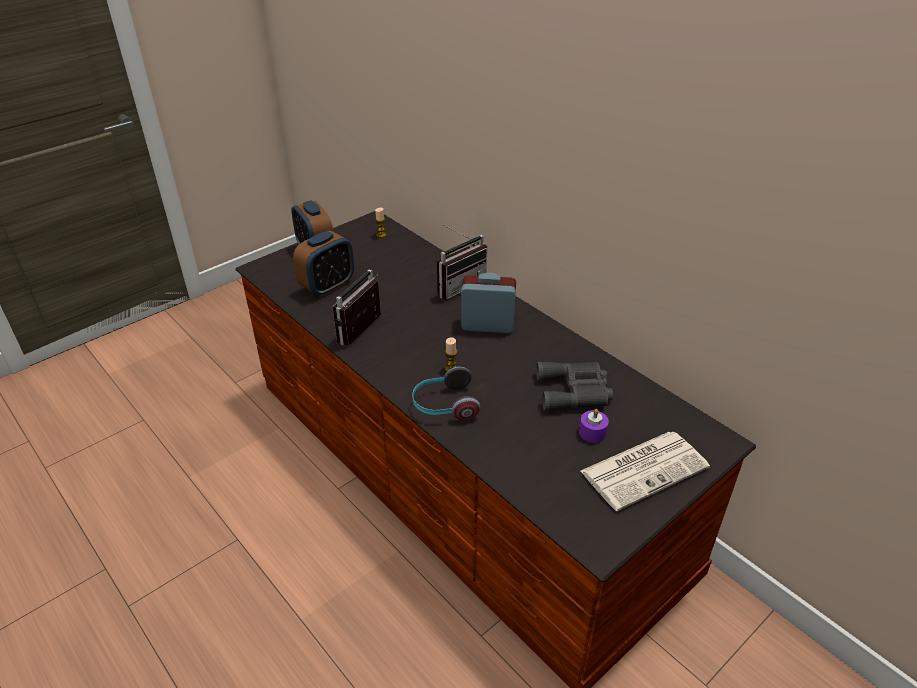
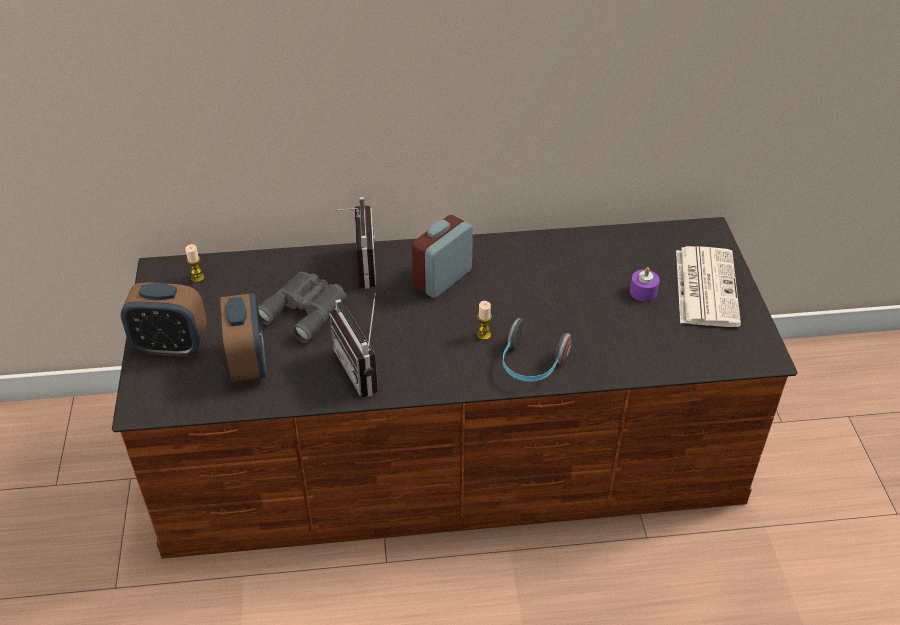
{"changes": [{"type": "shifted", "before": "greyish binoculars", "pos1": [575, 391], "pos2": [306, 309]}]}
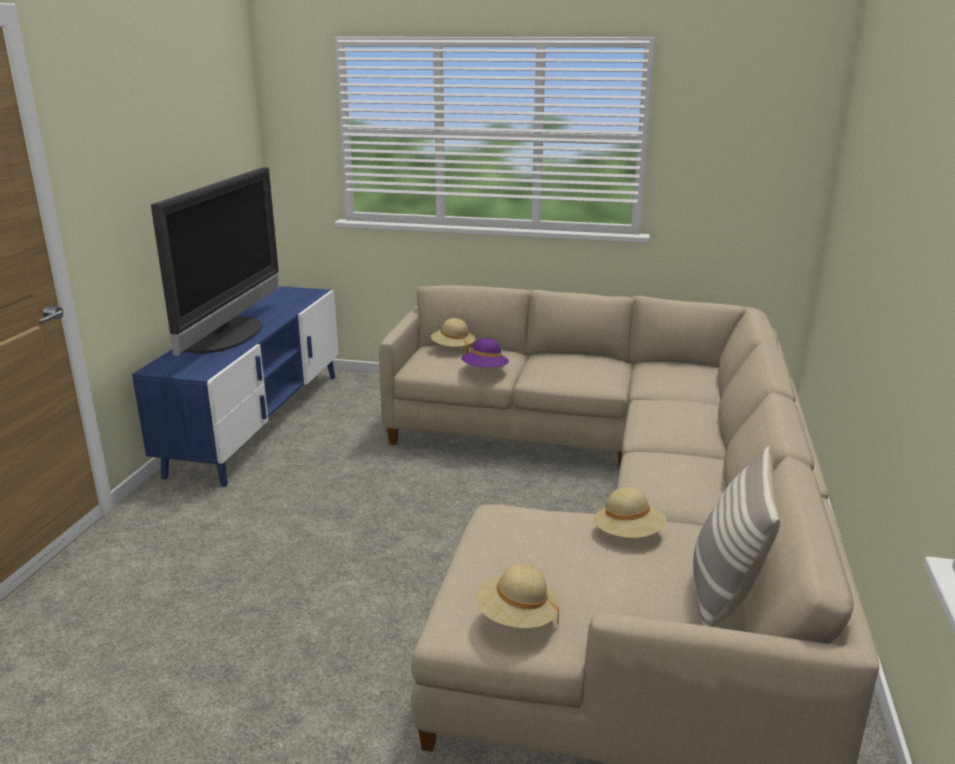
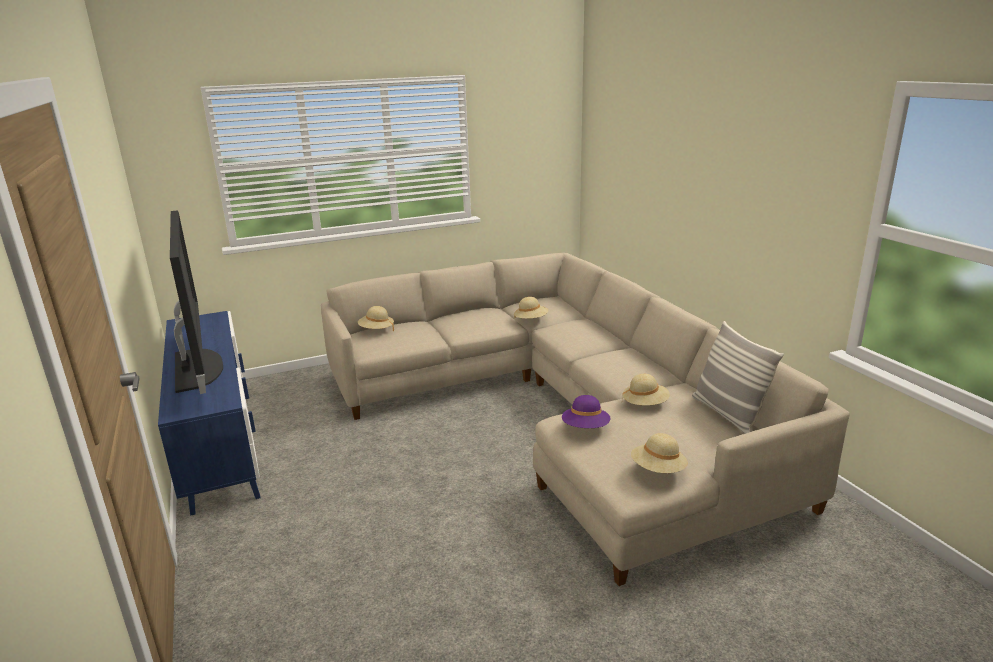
{"changes": [{"type": "new", "after": "sand-coloured wearable hat", "pos2": [531, 320]}, {"type": "shifted", "before": "purple wearable hat", "pos1": [485, 371], "pos2": [585, 428]}]}
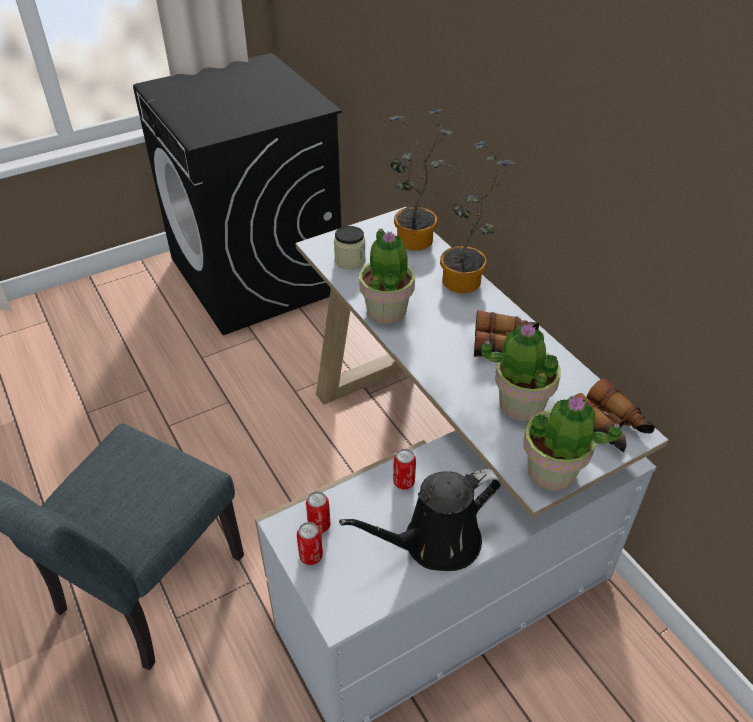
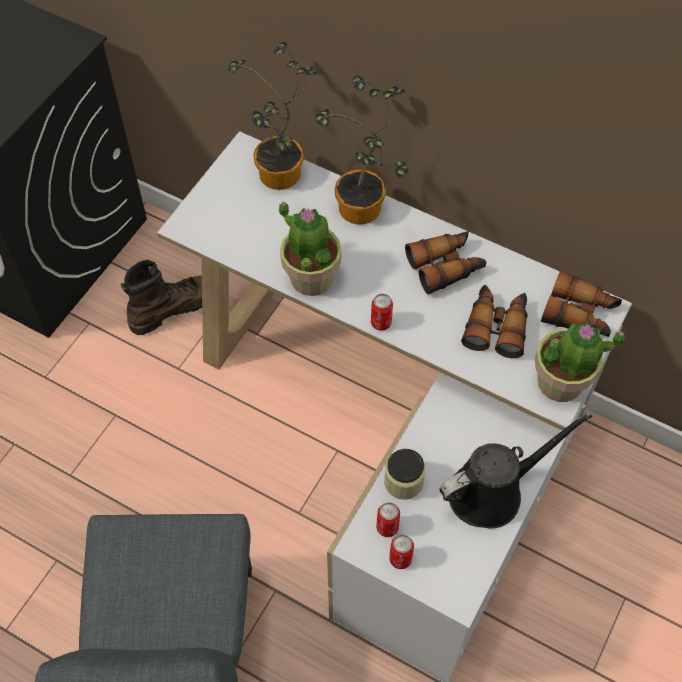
{"changes": [{"type": "new", "after": "brown-coloured high-top boot", "pos2": [173, 307]}, {"type": "shifted", "before": "metal can", "pos1": [404, 482], "pos2": [381, 323]}, {"type": "shifted", "before": "jar", "pos1": [350, 260], "pos2": [403, 482]}, {"type": "rotated", "before": "black watering can", "pos1": [434, 543], "pos2": [492, 491], "turn": -150}, {"type": "swapped", "before": "plant in a pot", "after": "binoculars", "pos1": [520, 404], "pos2": [496, 326]}]}
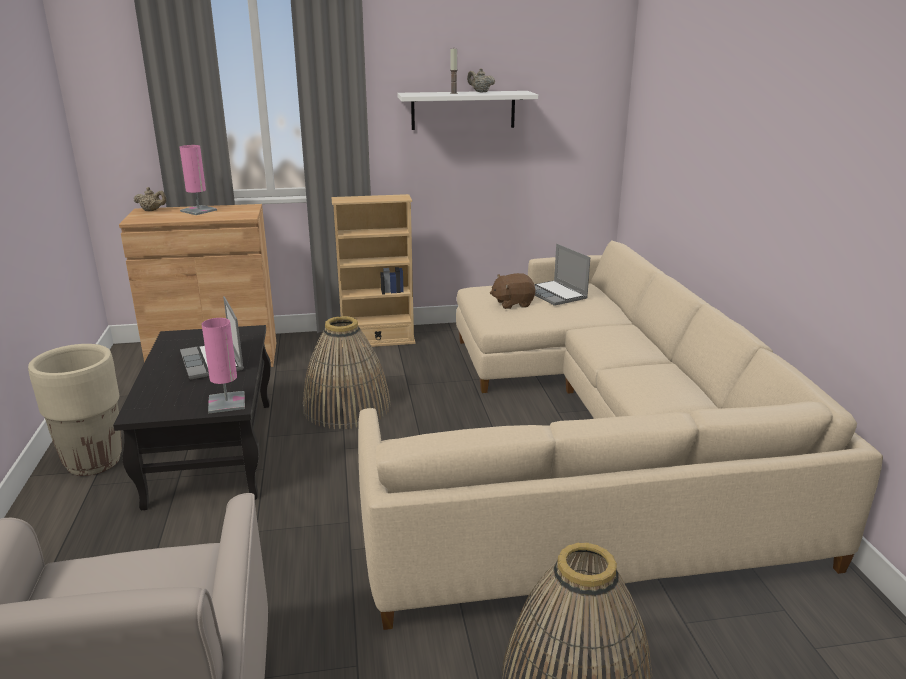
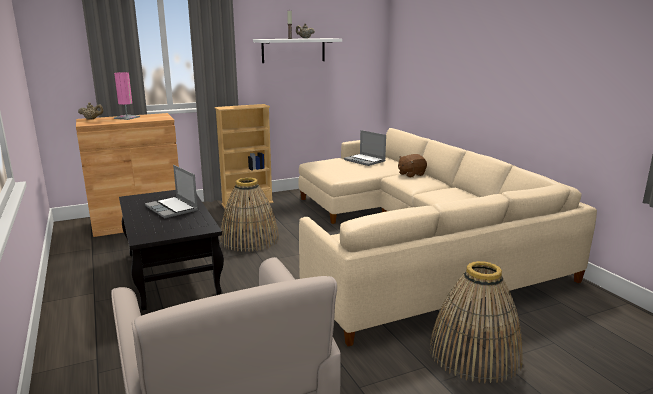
{"changes": [{"type": "shifted", "before": "brown-coloured cuddly toy", "pos1": [512, 303], "pos2": [411, 174]}, {"type": "gone", "before": "sand-coloured planter", "pos1": [94, 462]}, {"type": "gone", "before": "pink tabletop lamp", "pos1": [226, 403]}]}
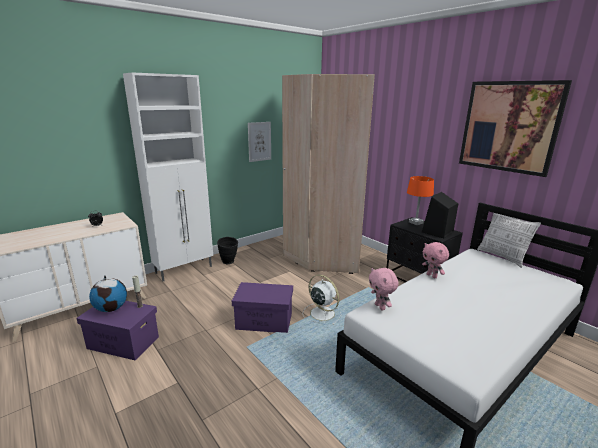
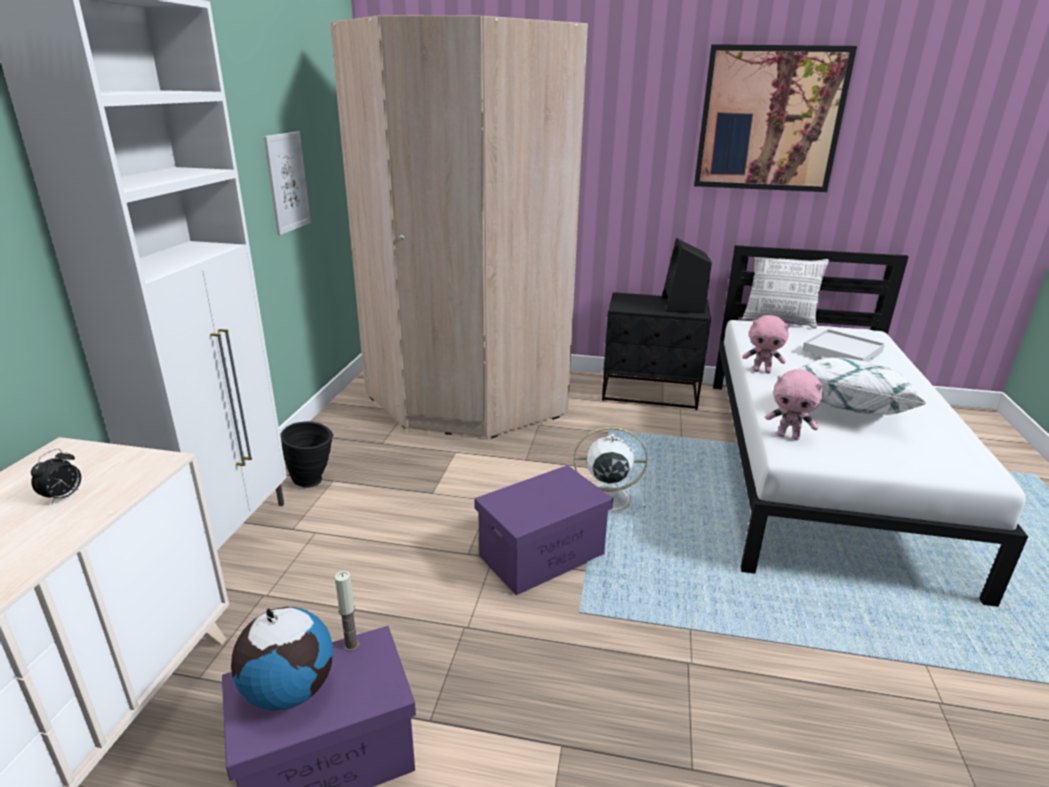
{"changes": [{"type": "new", "after": "white pillow", "pos2": [848, 409]}, {"type": "new", "after": "white serving tray", "pos2": [842, 351]}, {"type": "gone", "before": "orange-coloured tabletop lamp", "pos1": [416, 222]}]}
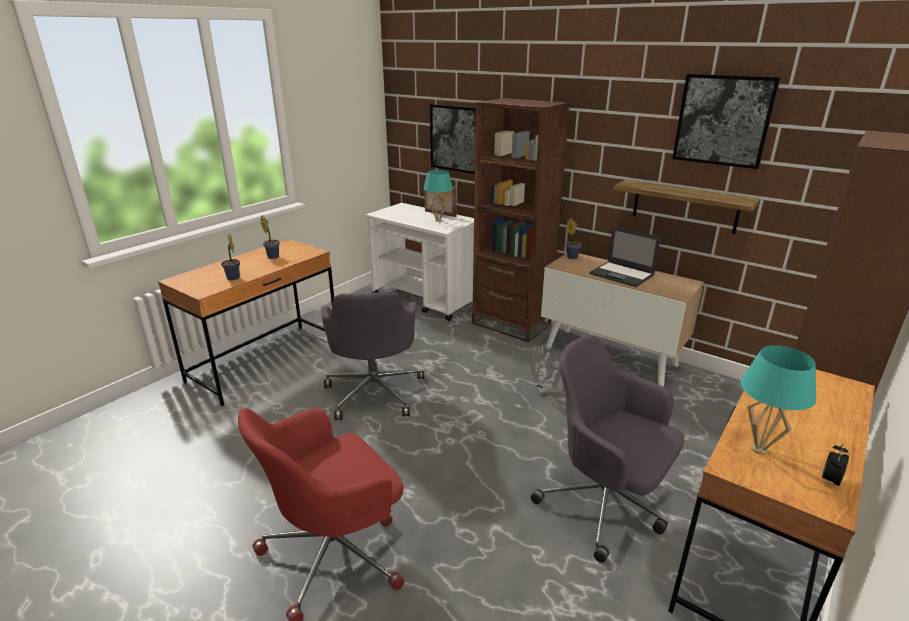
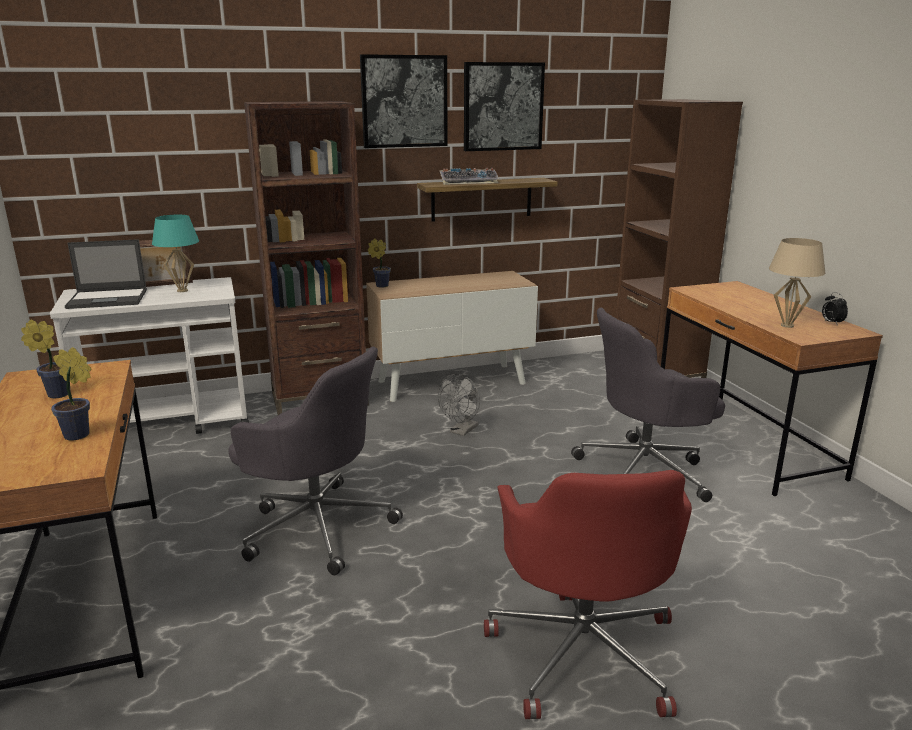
{"changes": [{"type": "shifted", "before": "laptop", "pos1": [622, 274], "pos2": [109, 299]}, {"type": "shifted", "before": "wall picture", "pos1": [457, 138], "pos2": [404, 101]}, {"type": "new", "after": "PC keyboard", "pos2": [469, 182]}, {"type": "repainted", "before": "turquoise tabletop lamp", "after": "sand-coloured tabletop lamp", "pos1": [759, 449], "pos2": [787, 325]}]}
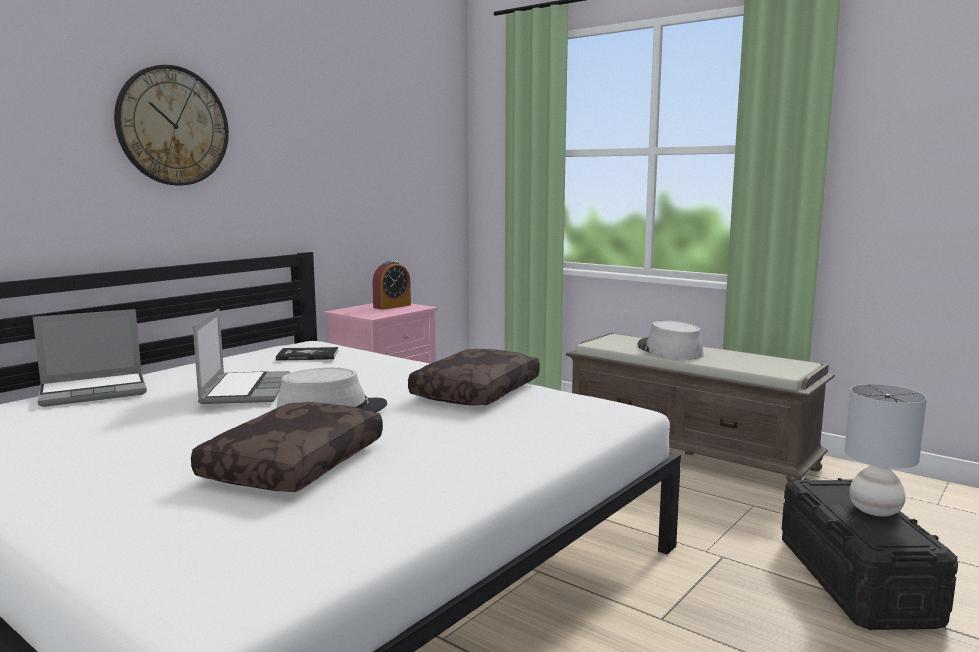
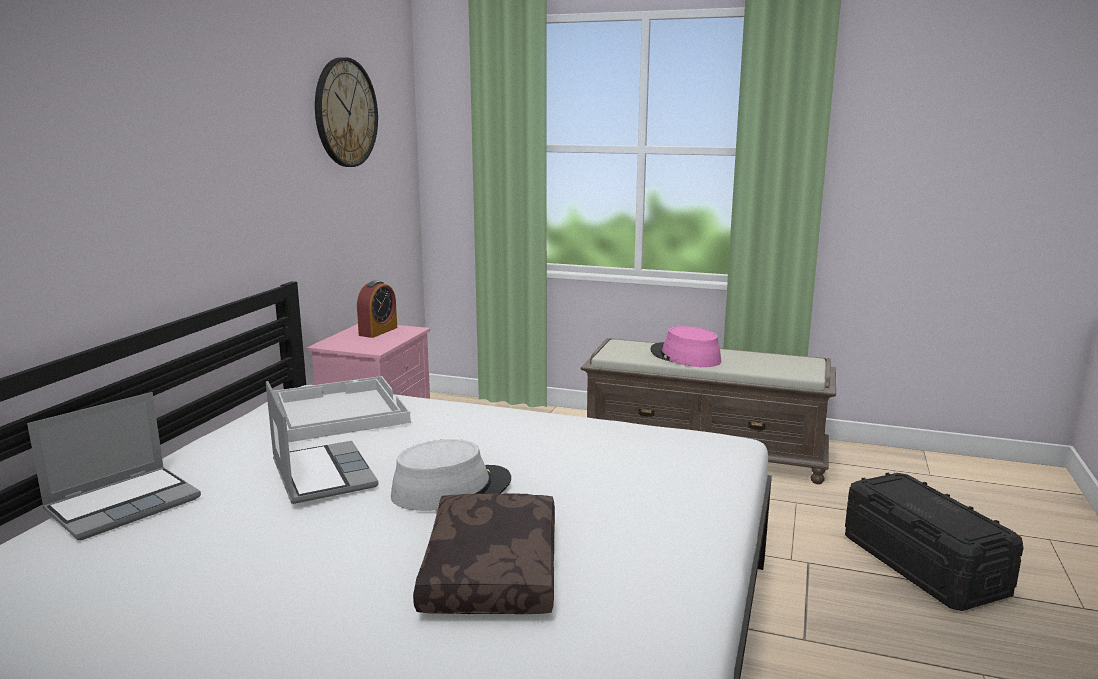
{"changes": [{"type": "swapped", "before": "book", "after": "white serving tray", "pos1": [307, 355], "pos2": [336, 411]}, {"type": "shifted", "before": "wall clock", "pos1": [173, 126], "pos2": [345, 113]}, {"type": "repainted", "before": "greyish wearable hat", "after": "pink wearable hat", "pos1": [669, 350], "pos2": [685, 356]}, {"type": "gone", "before": "brown-coloured pillow", "pos1": [475, 391]}, {"type": "gone", "before": "greyish tabletop lamp", "pos1": [875, 511]}]}
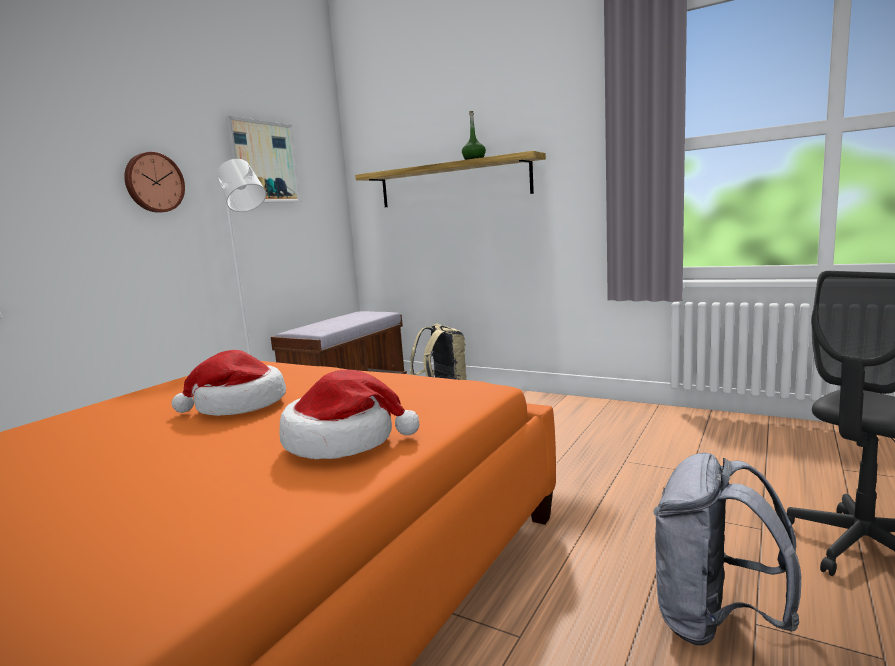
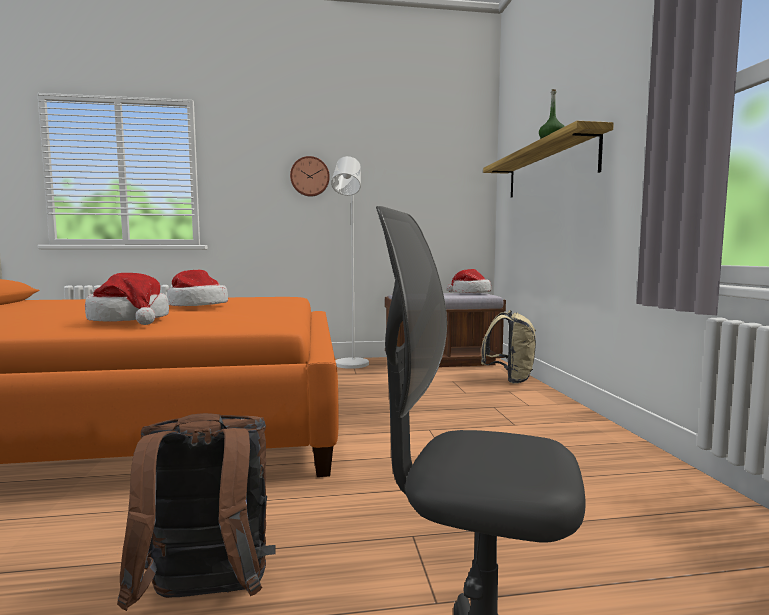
{"changes": [{"type": "repainted", "before": "greyish backpack", "after": "brown-coloured backpack", "pos1": [715, 622], "pos2": [207, 598]}, {"type": "new", "after": "wearable hat", "pos2": [470, 293]}, {"type": "gone", "before": "wall picture", "pos1": [263, 162]}]}
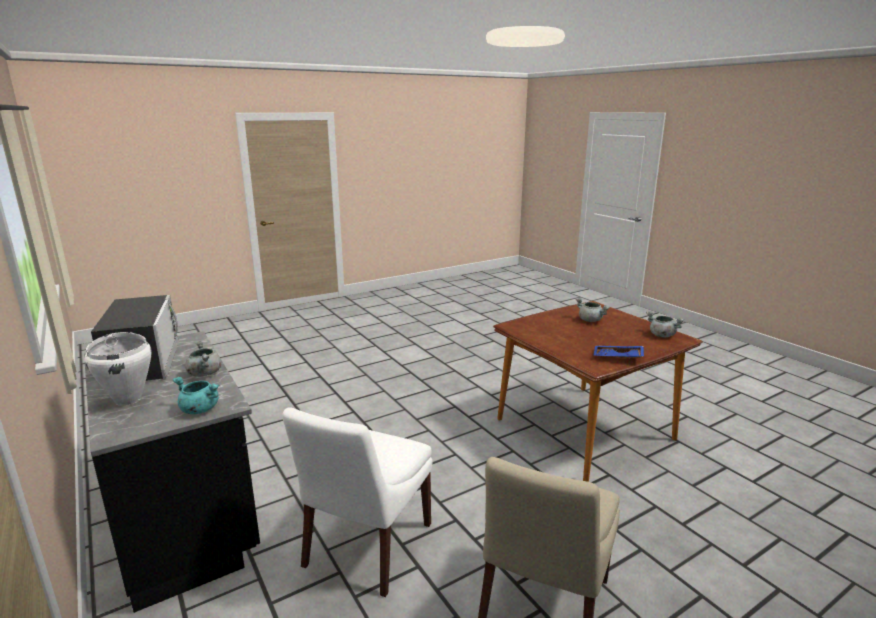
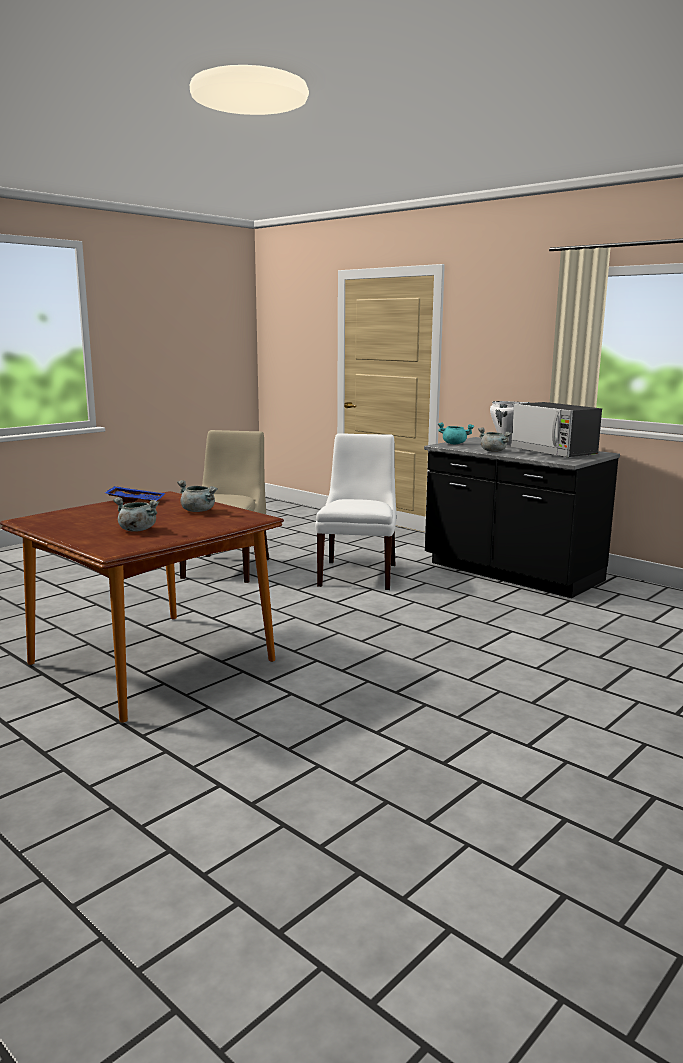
{"changes": [{"type": "shifted", "before": "greyish cooking pot", "pos1": [661, 335], "pos2": [199, 511]}]}
